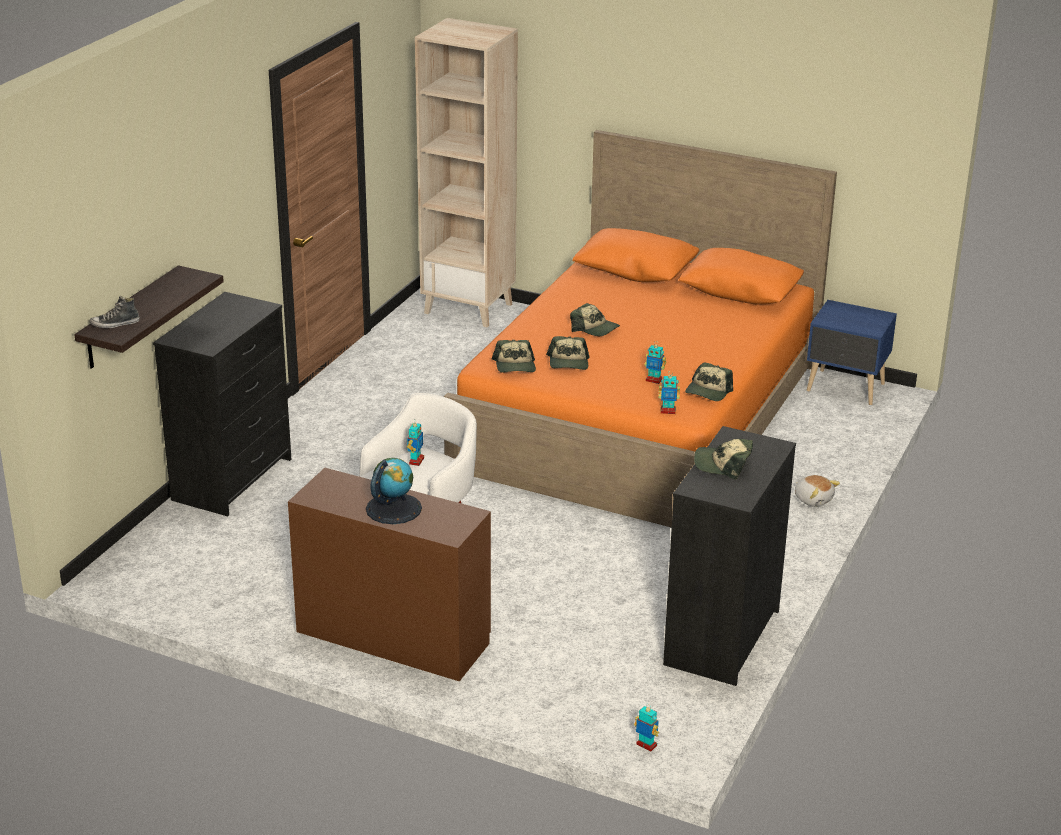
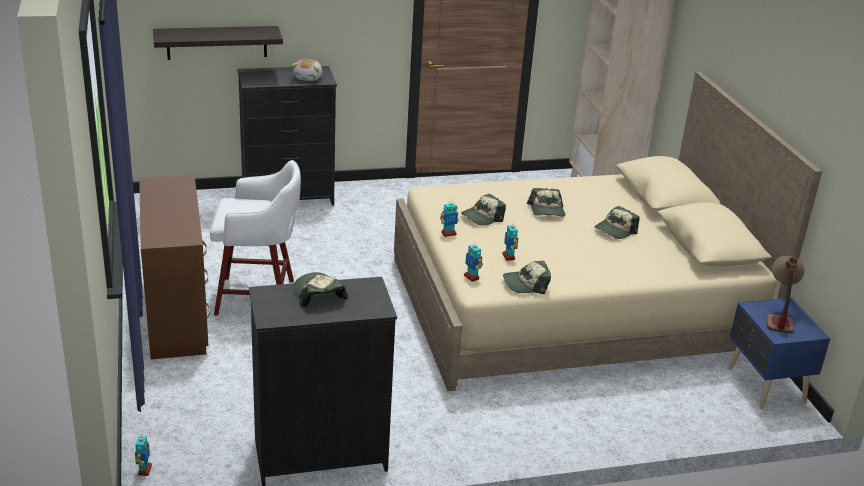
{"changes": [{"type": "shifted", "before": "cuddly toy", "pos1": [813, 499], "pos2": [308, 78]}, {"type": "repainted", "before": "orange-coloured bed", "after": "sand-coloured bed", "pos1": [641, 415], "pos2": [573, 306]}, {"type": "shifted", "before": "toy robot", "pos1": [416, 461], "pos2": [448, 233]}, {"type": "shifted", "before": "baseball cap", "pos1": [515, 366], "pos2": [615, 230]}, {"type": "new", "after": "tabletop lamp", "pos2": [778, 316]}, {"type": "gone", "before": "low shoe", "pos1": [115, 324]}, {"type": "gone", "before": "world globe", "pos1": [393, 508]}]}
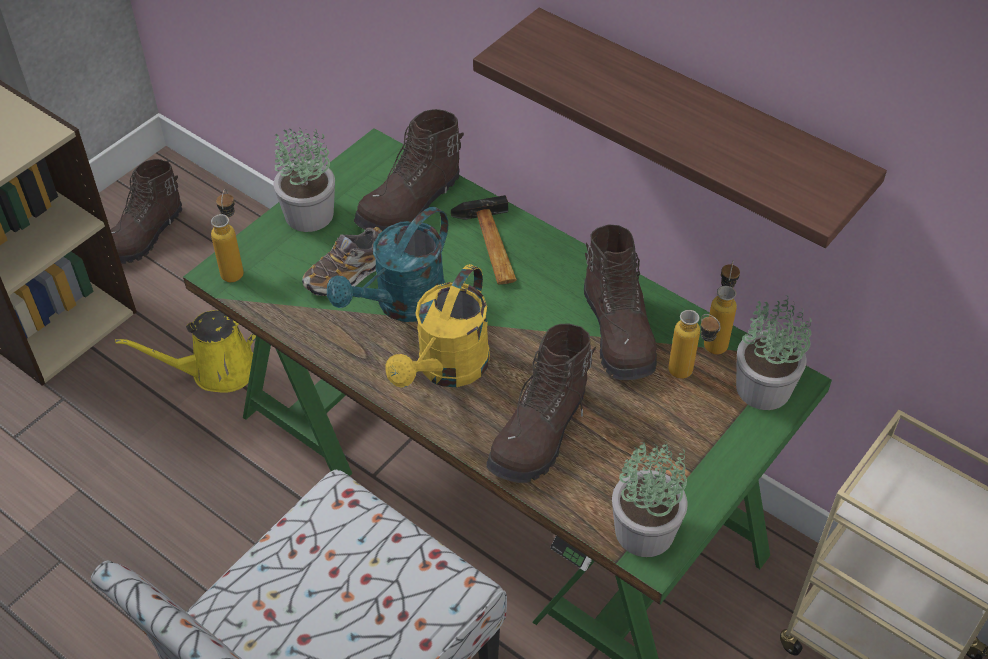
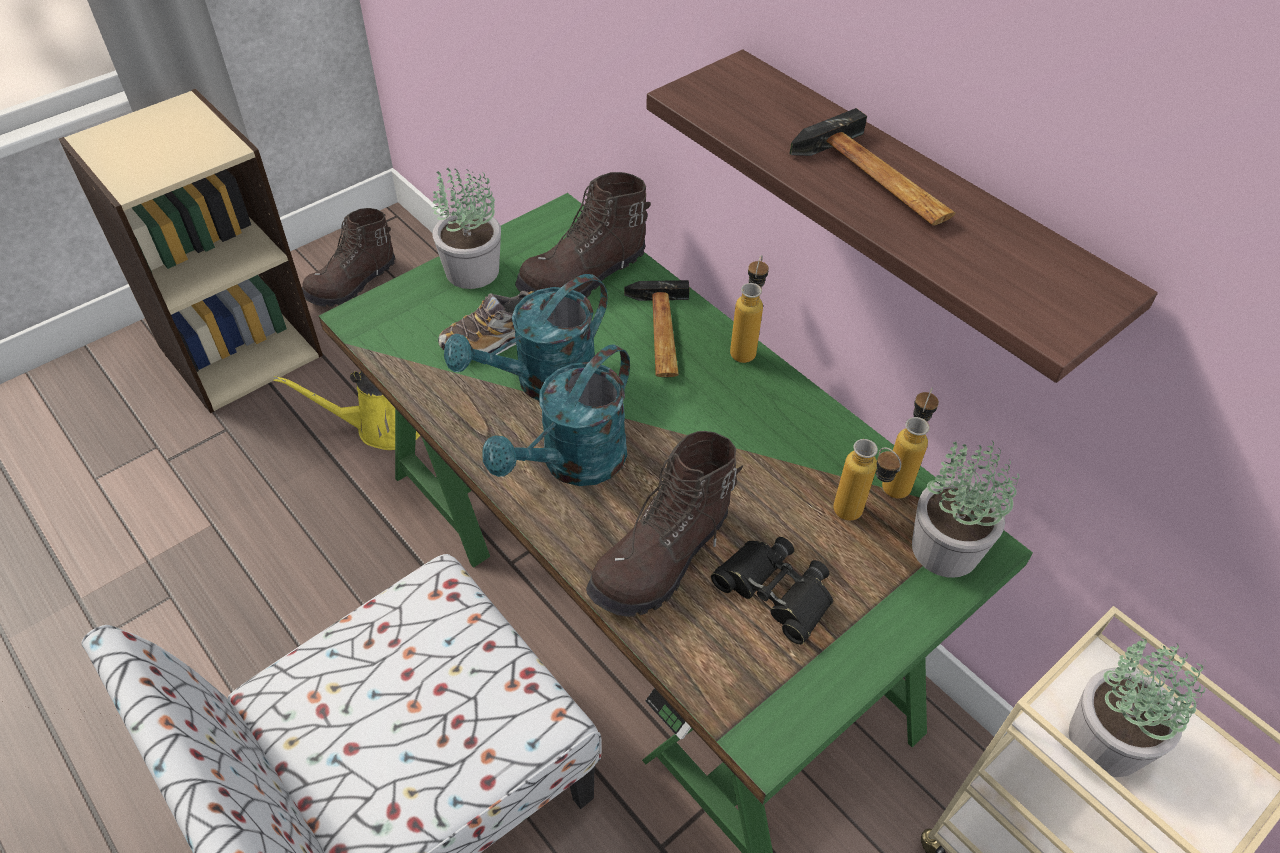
{"changes": [{"type": "repainted", "before": "yellow-coloured watering can", "after": "turquoise watering can", "pos1": [447, 370], "pos2": [574, 464]}, {"type": "new", "after": "black binoculars", "pos2": [775, 592]}, {"type": "shifted", "before": "drink bottle", "pos1": [234, 268], "pos2": [745, 347]}, {"type": "new", "after": "tool hammer", "pos2": [875, 182]}, {"type": "shifted", "before": "plant in a pot", "pos1": [645, 532], "pos2": [1107, 742]}, {"type": "gone", "before": "brown-coloured high-top boot", "pos1": [619, 333]}]}
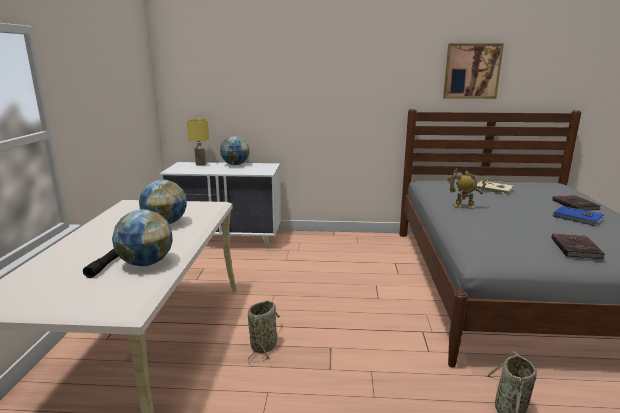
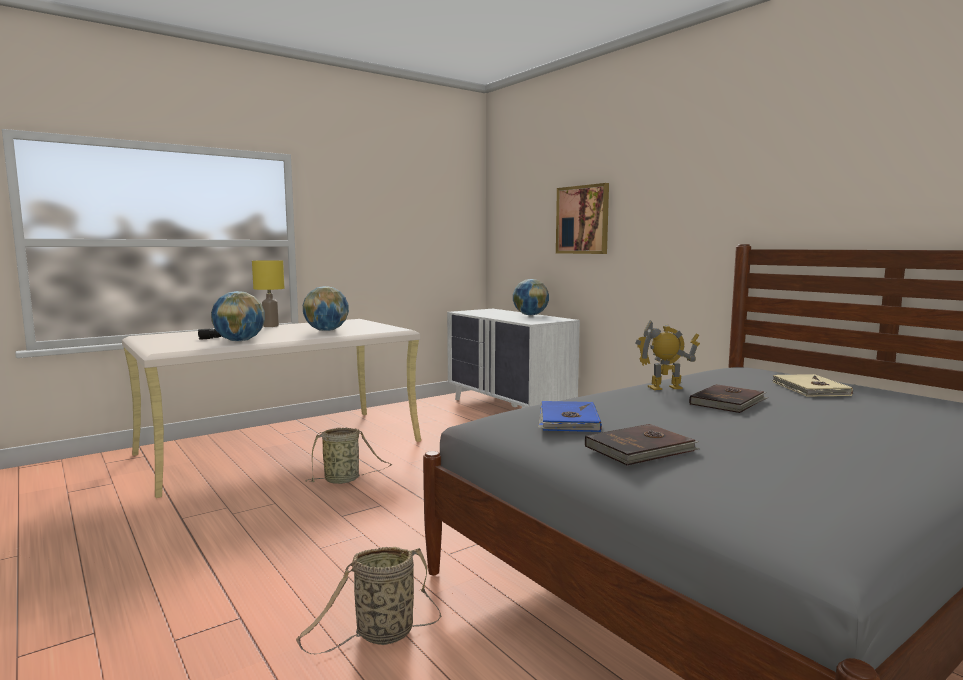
{"changes": [{"type": "shifted", "before": "yellow-coloured tabletop lamp", "pos1": [200, 164], "pos2": [270, 326]}, {"type": "shifted", "before": "bluish book", "pos1": [577, 218], "pos2": [567, 420]}, {"type": "shifted", "before": "wall picture", "pos1": [472, 71], "pos2": [582, 220]}, {"type": "rotated", "before": "toy robot", "pos1": [463, 207], "pos2": [665, 388], "turn": -75}, {"type": "shifted", "before": "brown-coloured book", "pos1": [575, 204], "pos2": [728, 402]}]}
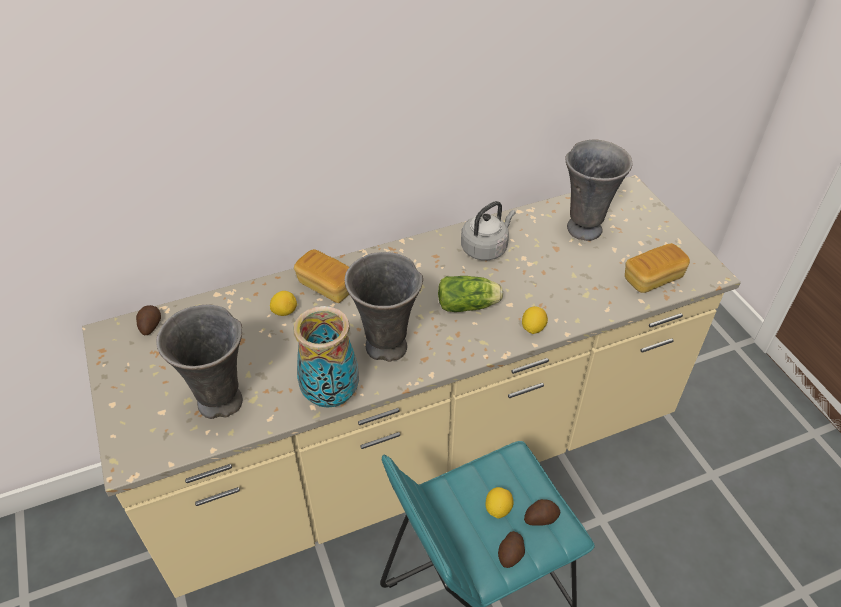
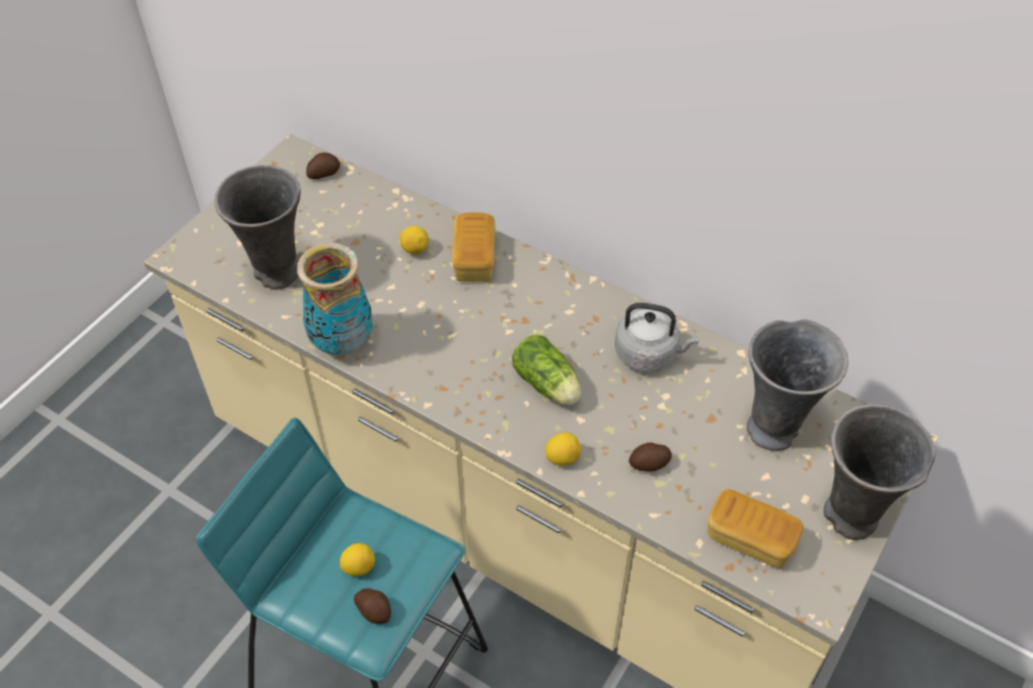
{"changes": [{"type": "shifted", "before": "spud", "pos1": [511, 553], "pos2": [650, 464]}, {"type": "shifted", "before": "greyish decorative vase", "pos1": [387, 348], "pos2": [850, 518]}]}
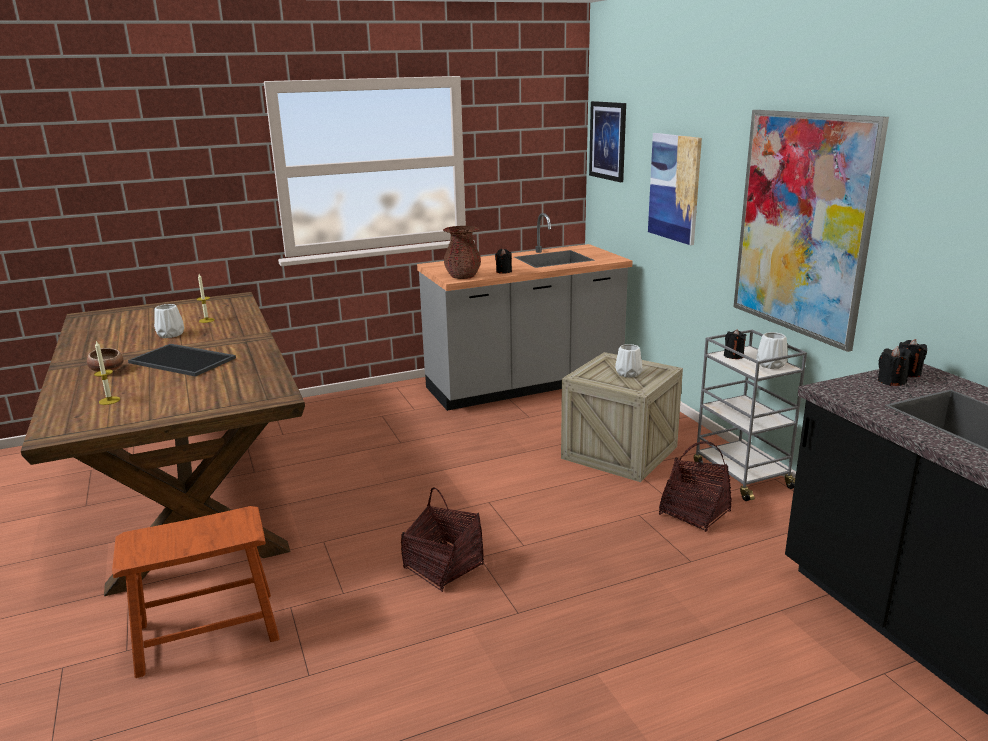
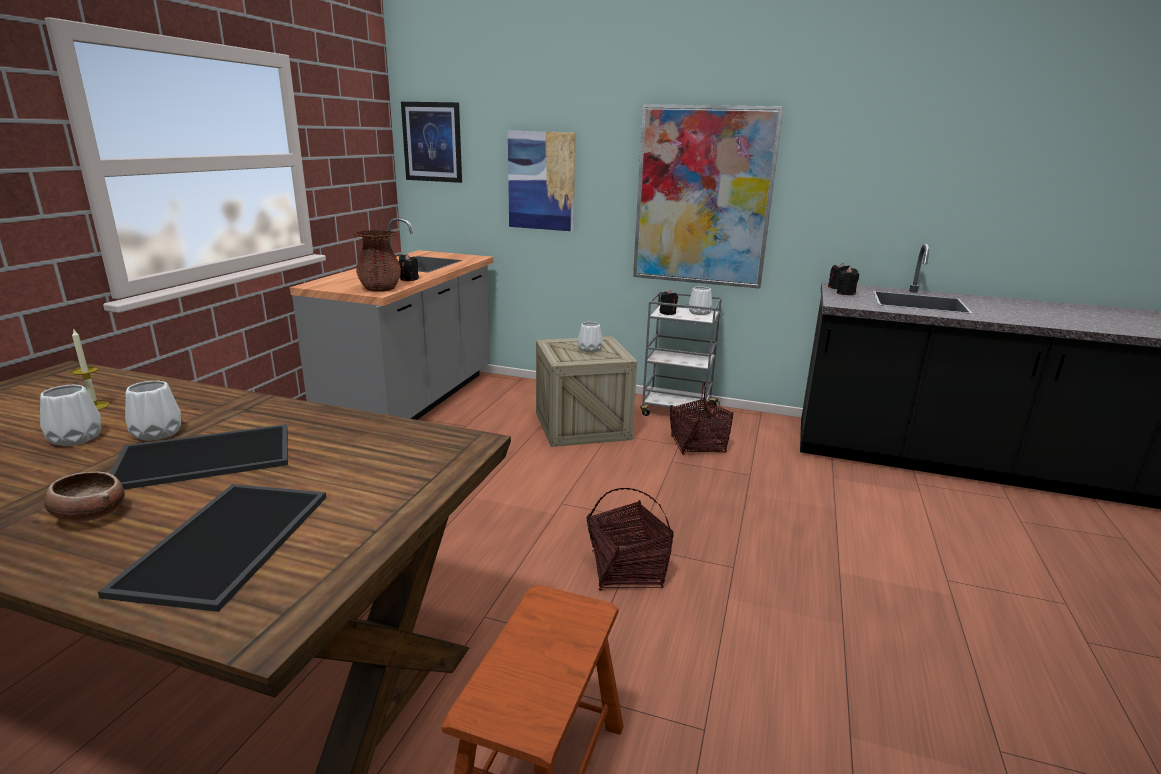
{"changes": [{"type": "swapped", "before": "wax candle", "after": "serving tray", "pos1": [109, 400], "pos2": [228, 543]}, {"type": "new", "after": "white decorative vase", "pos2": [159, 432]}]}
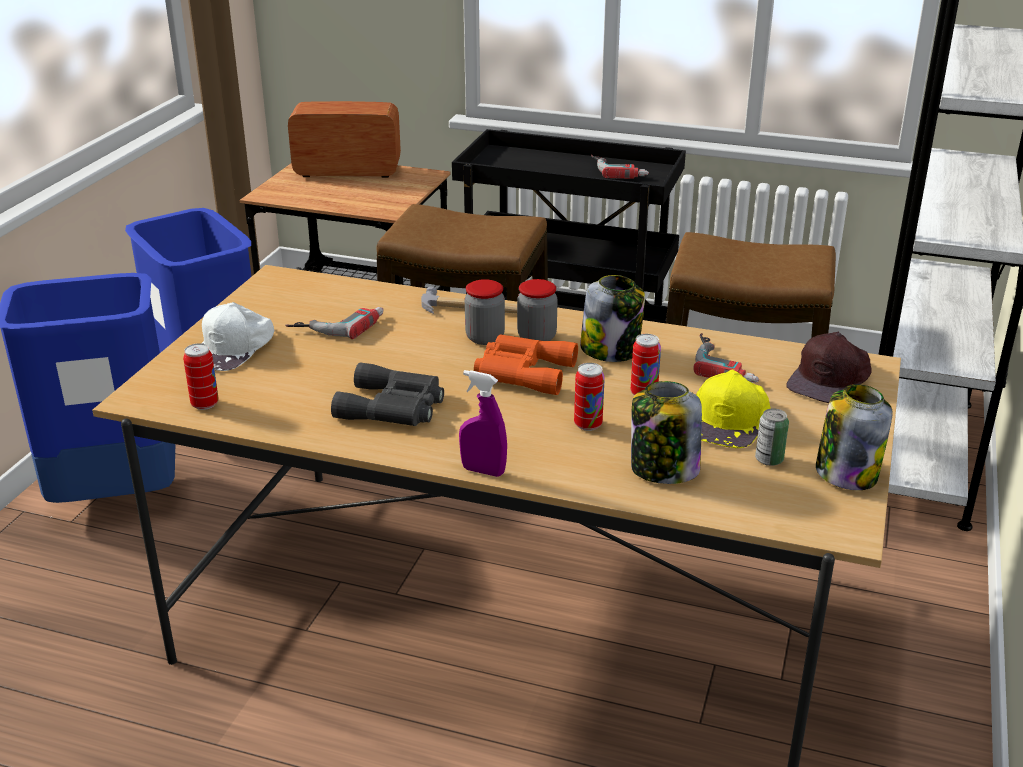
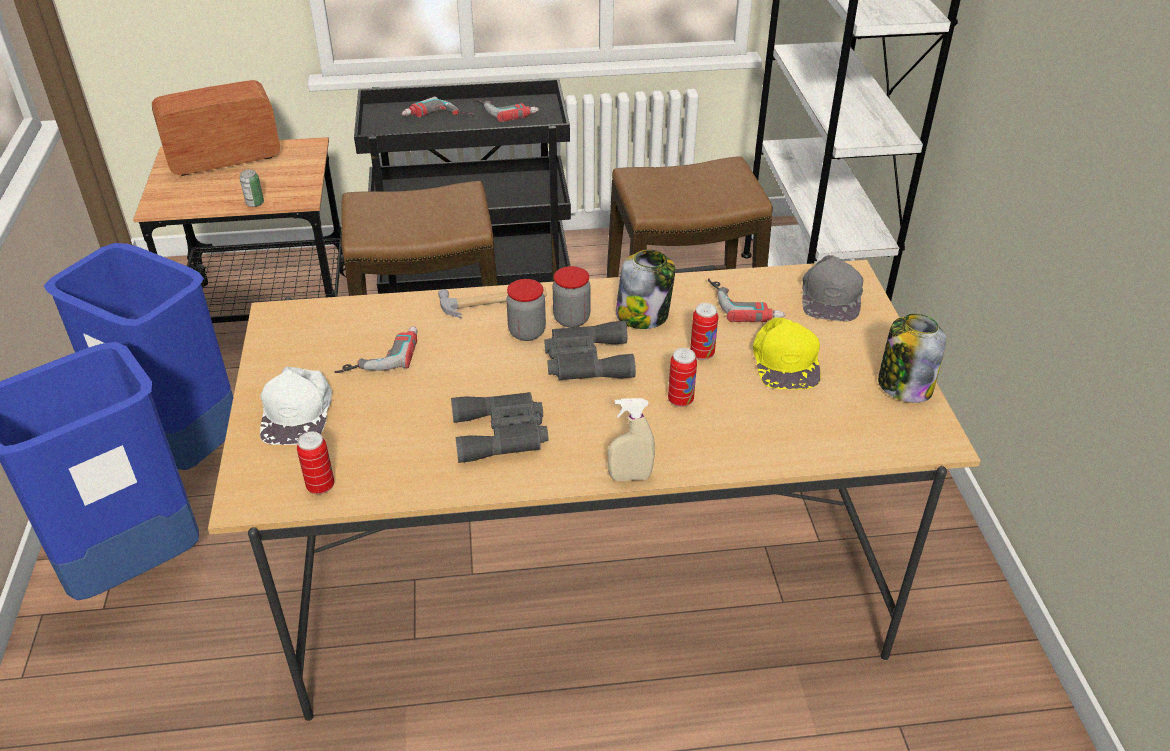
{"changes": [{"type": "shifted", "before": "metal can", "pos1": [769, 459], "pos2": [255, 203]}, {"type": "new", "after": "electric drill", "pos2": [437, 118]}, {"type": "repainted", "before": "orange-coloured binoculars", "after": "greyish binoculars", "pos1": [522, 371], "pos2": [586, 360]}, {"type": "repainted", "before": "purple hand sprayer", "after": "sand-coloured hand sprayer", "pos1": [483, 471], "pos2": [630, 477]}, {"type": "repainted", "before": "brown-coloured baseball cap", "after": "greyish baseball cap", "pos1": [831, 379], "pos2": [832, 296]}, {"type": "gone", "before": "jar", "pos1": [663, 470]}]}
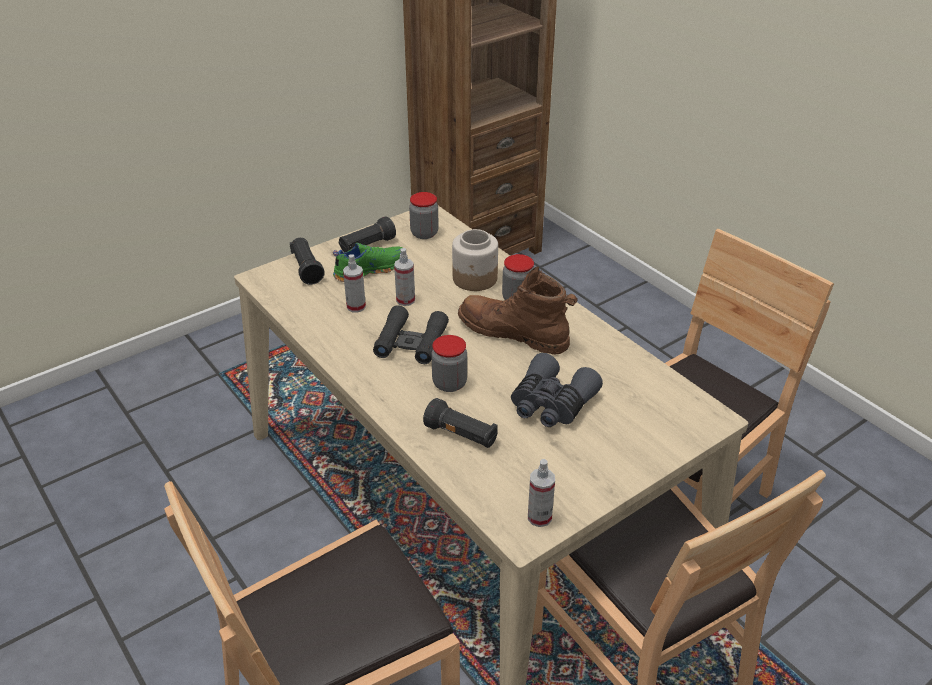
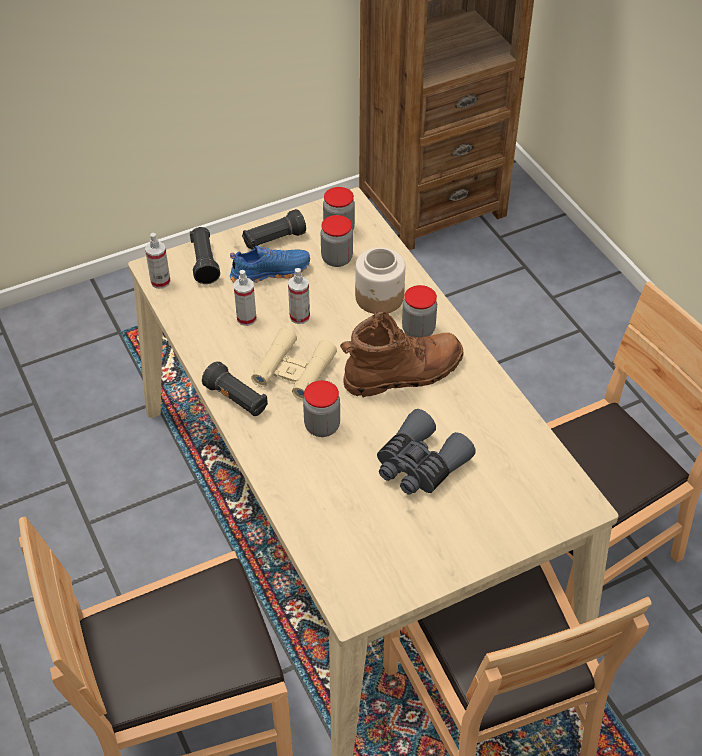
{"changes": [{"type": "shifted", "before": "hand sprayer", "pos1": [539, 517], "pos2": [160, 281]}, {"type": "shifted", "before": "black torch", "pos1": [461, 435], "pos2": [237, 399]}, {"type": "repainted", "before": "green-coloured low shoe", "after": "bluish low shoe", "pos1": [369, 269], "pos2": [270, 271]}, {"type": "repainted", "before": "black binoculars", "after": "sand-coloured binoculars", "pos1": [411, 342], "pos2": [294, 370]}, {"type": "new", "after": "jar", "pos2": [337, 259]}, {"type": "rotated", "before": "brown-coloured high-top boot", "pos1": [513, 333], "pos2": [403, 373], "turn": 120}]}
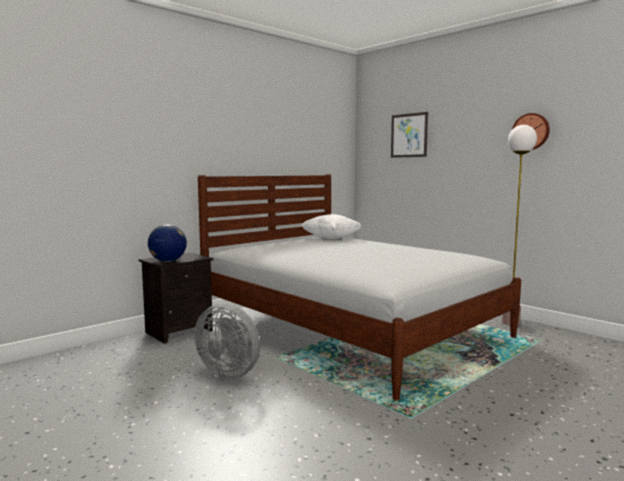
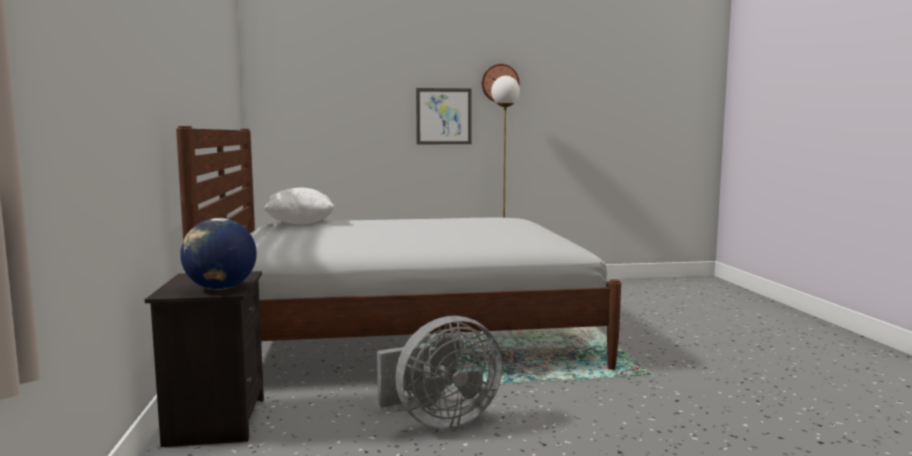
{"changes": [{"type": "shifted", "before": "wall picture", "pos1": [409, 135], "pos2": [443, 116]}]}
